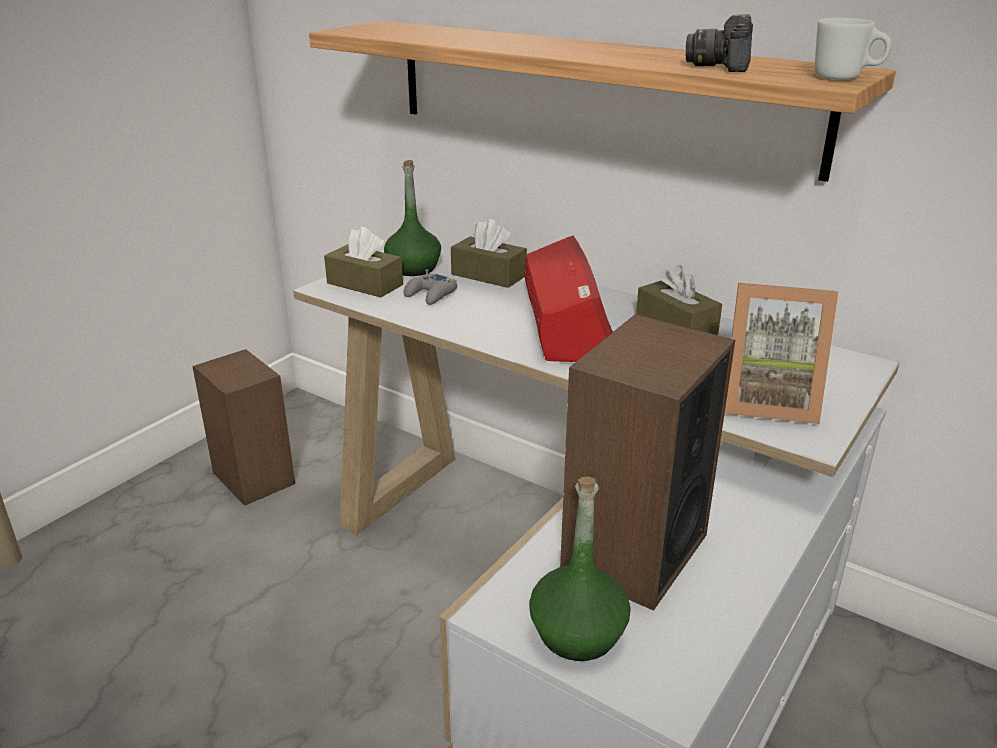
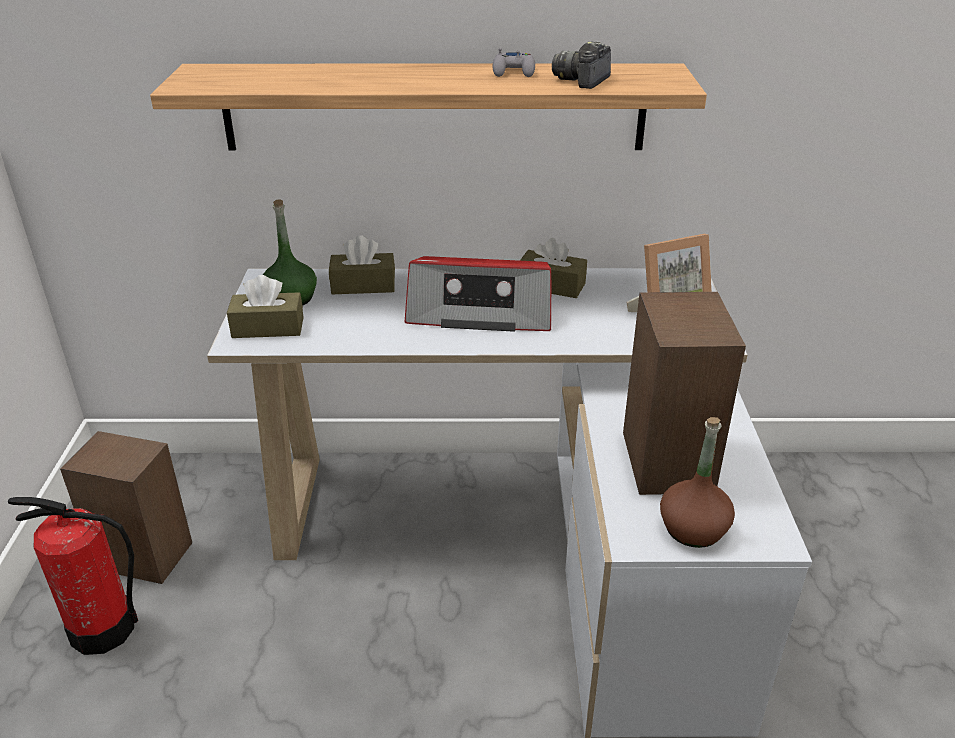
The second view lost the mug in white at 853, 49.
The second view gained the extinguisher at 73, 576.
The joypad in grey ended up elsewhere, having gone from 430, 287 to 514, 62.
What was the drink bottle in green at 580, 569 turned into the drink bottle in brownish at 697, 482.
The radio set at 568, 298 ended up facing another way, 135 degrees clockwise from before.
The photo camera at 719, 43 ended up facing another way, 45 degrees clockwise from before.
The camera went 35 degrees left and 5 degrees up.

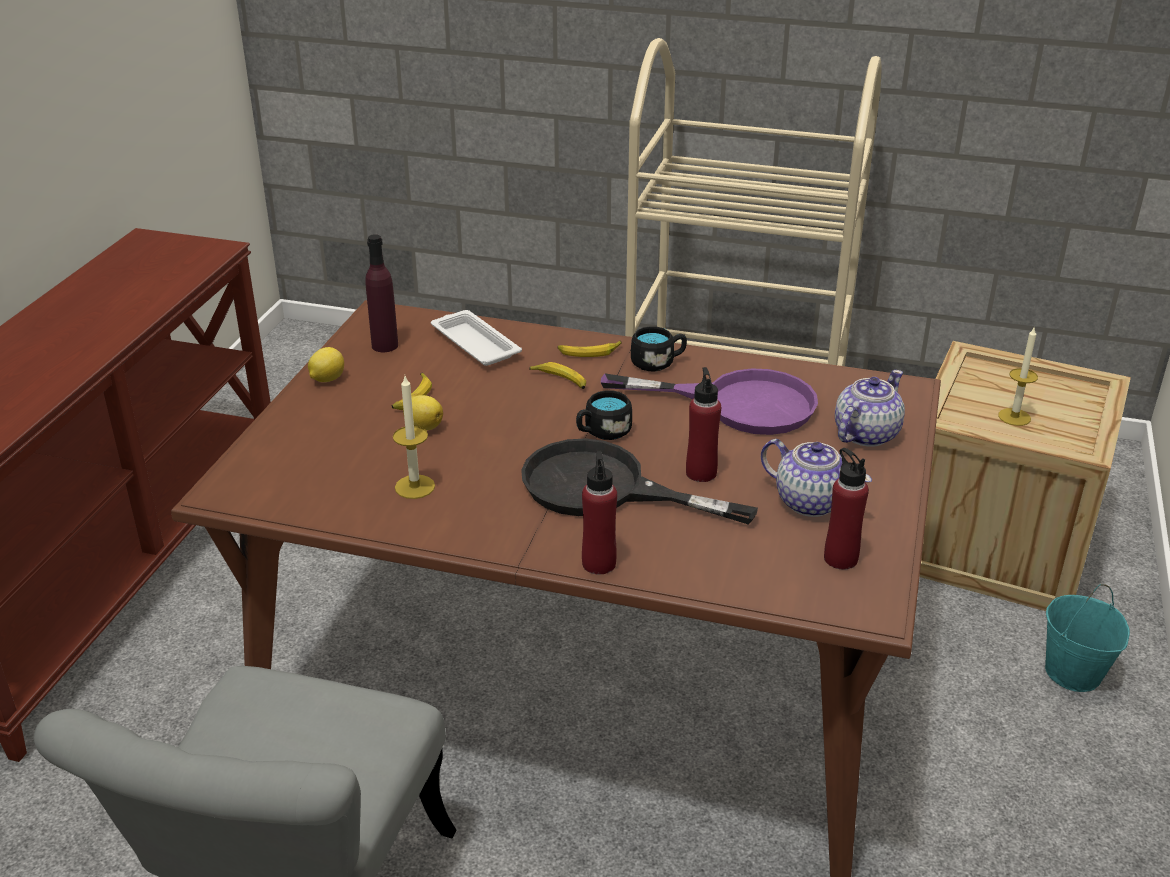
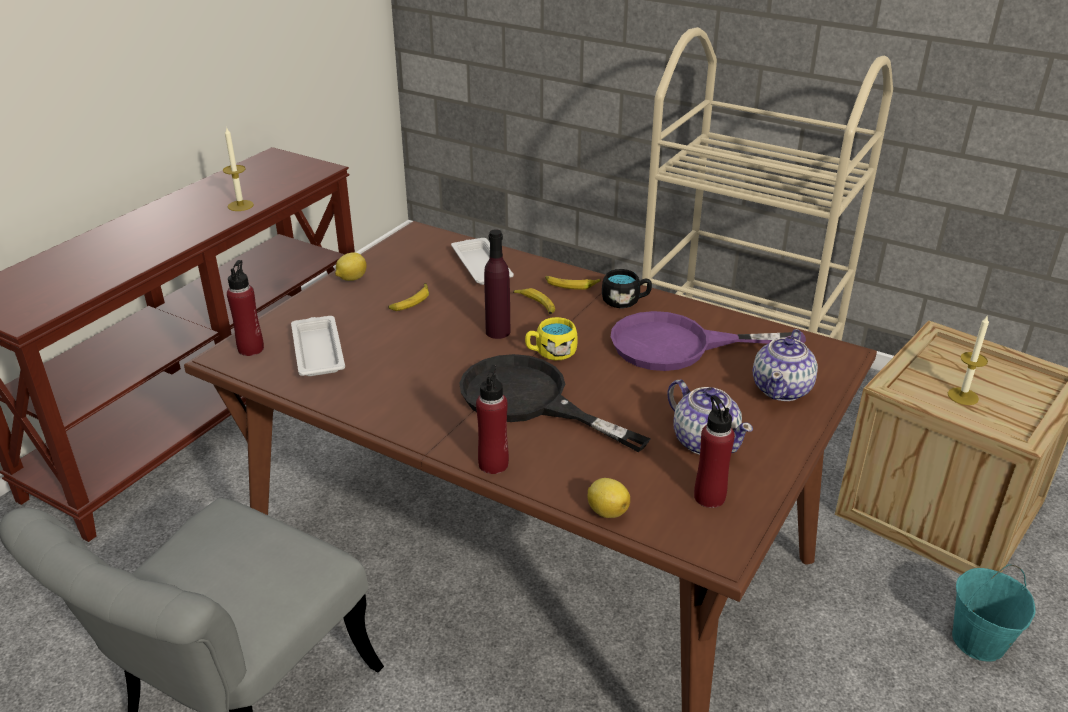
The second view gained the tray in white at 318, 346.
The drink bottle in purple ended up elsewhere, having gone from 381, 293 to 497, 284.
The candle ended up elsewhere, having gone from 414, 437 to 238, 168.
The citrus fruit ended up elsewhere, having gone from 423, 413 to 609, 498.
The drink bottle in red ended up elsewhere, having gone from 703, 424 to 245, 308.
What was the mug in blackish at 604, 415 turned into the mug in yellow-coloured at 551, 338.
The skillet in purple at 709, 401 ended up facing another way, 150 degrees clockwise from before.
The teapot at 870, 408 ended up facing another way, 150 degrees clockwise from before.
The camera went 15 degrees right and 0 degrees up.

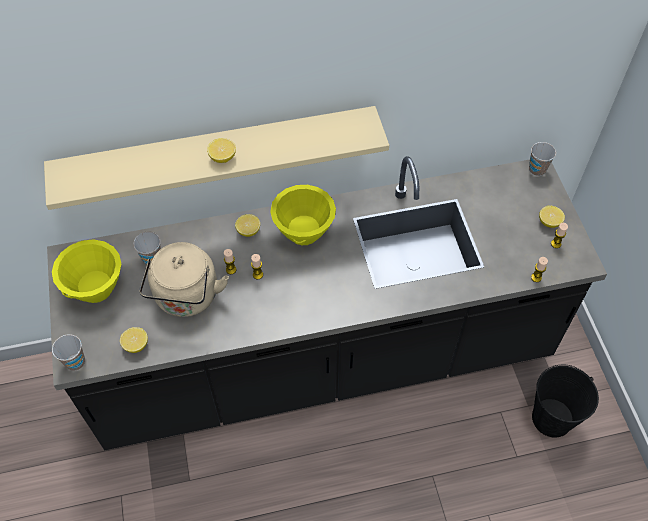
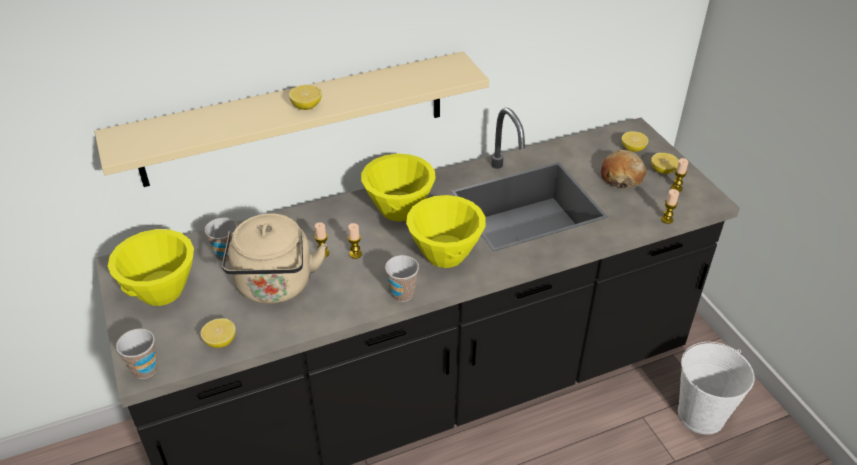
The second view gained the serving bowl in yellow-coloured at 446, 231.
The second view gained the baked bread at 623, 169.
The citrus fruit ended up elsewhere, having gone from 247, 225 to 635, 141.
The cup ended up elsewhere, having gone from 542, 159 to 402, 278.
What was the bucket in blackish at 565, 401 turned into the bucket in white at 716, 388.
The camera went 10 degrees left and 15 degrees down.

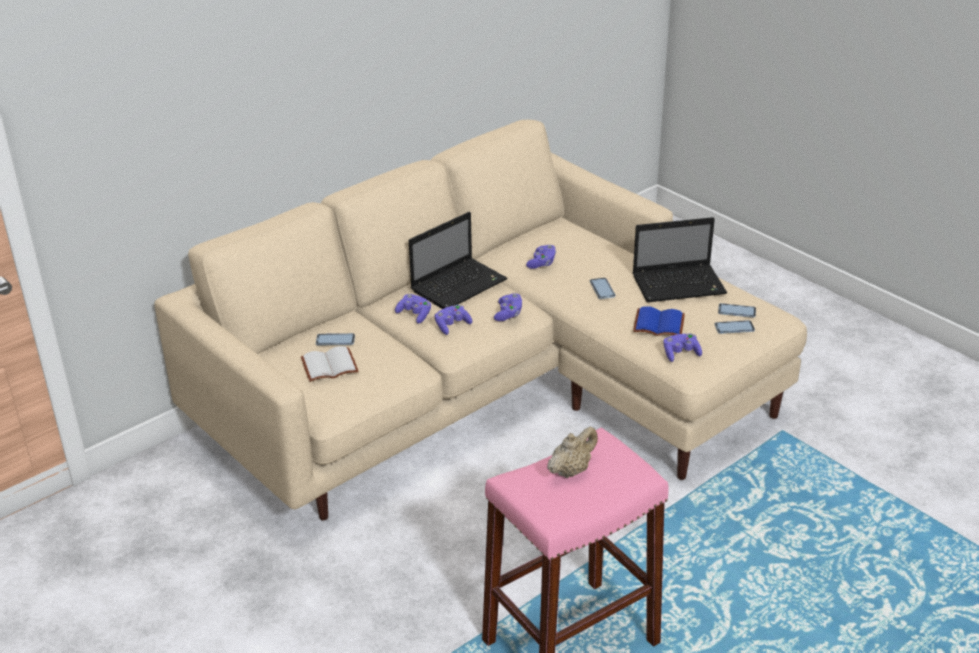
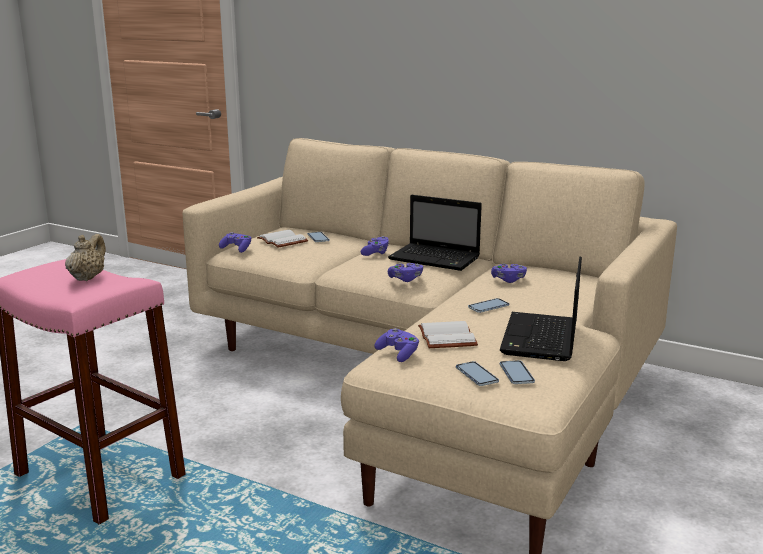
The joypad in purple ended up elsewhere, having gone from 453, 320 to 235, 242.
What was the bound book in bluish at 659, 321 turned into the bound book in white at 448, 334.
The teapot in beige-coloured at 572, 452 ended up facing another way, 105 degrees counterclockwise from before.
The portable computer at 680, 259 ended up facing another way, 45 degrees clockwise from before.
The camera went 70 degrees right and 15 degrees down.

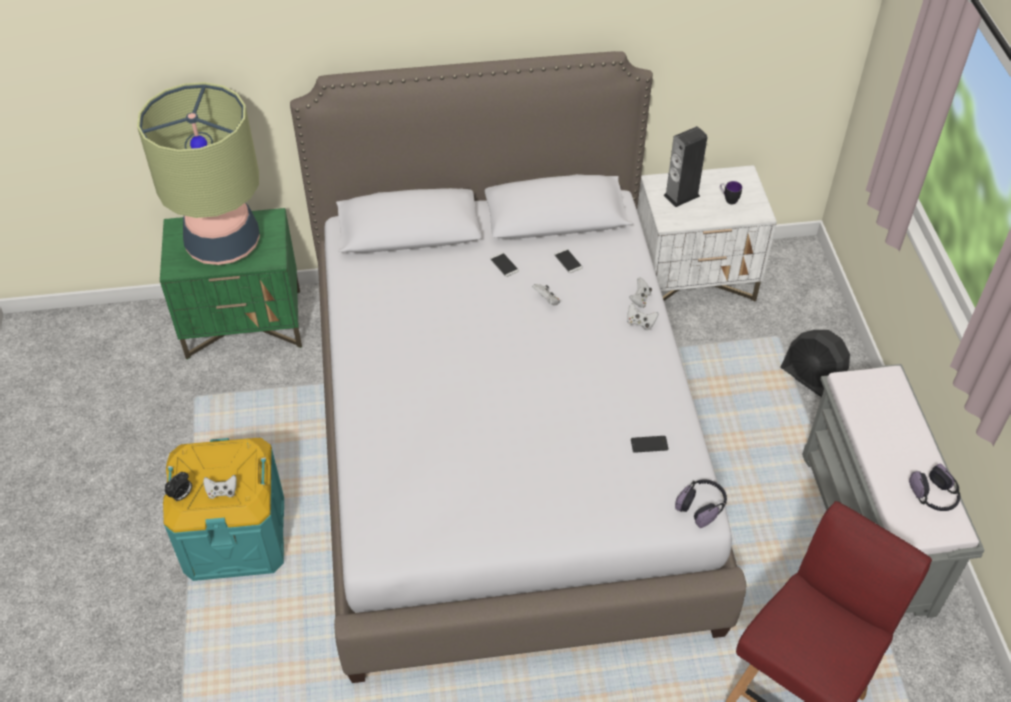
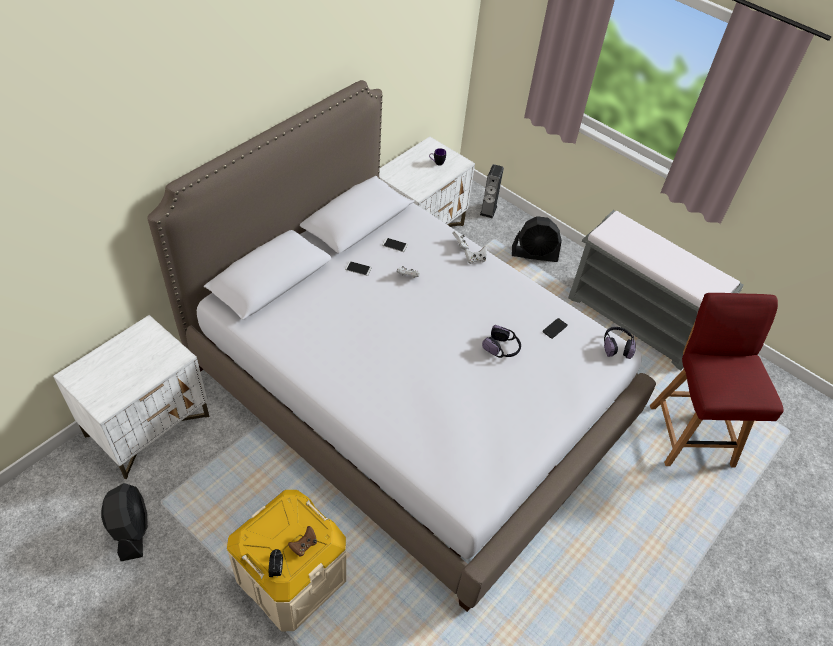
The second view lost the tabletop lamp at 198, 173.
The second view gained the fan in blackish at 124, 522.
The speaker ended up elsewhere, having gone from 685, 166 to 492, 191.
The pair of headphones ended up elsewhere, having gone from 934, 487 to 501, 341.
What was the nightstand in green at 231, 283 turned into the nightstand in white at 131, 397.
What was the storage bin in turquoise-coloured at 223, 509 turned into the storage bin in beige-coloured at 286, 560.
What was the joypad in white at 220, 487 turned into the joypad in brownish at 302, 541.
The camera went 45 degrees left and 0 degrees up.

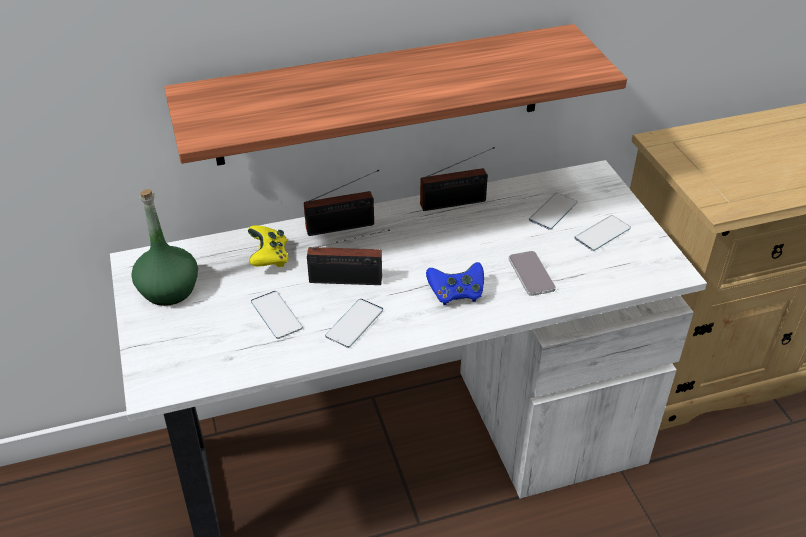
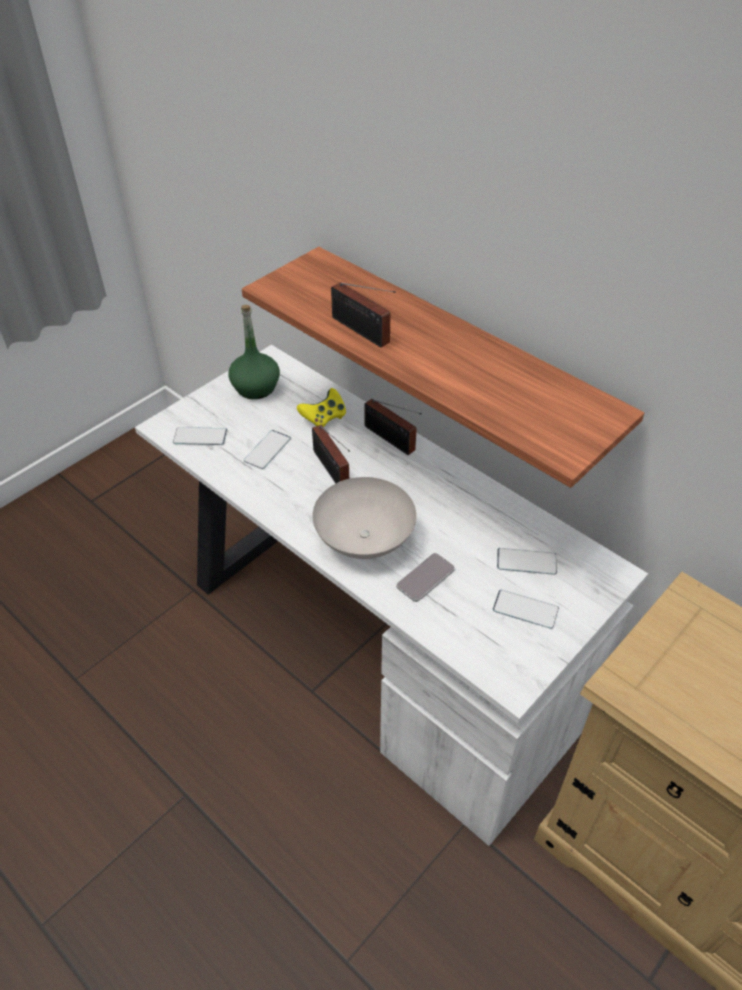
The phone ended up elsewhere, having gone from 354, 323 to 200, 436.
The radio set ended up elsewhere, having gone from 457, 179 to 363, 314.
Where the joypad in bluish stood at 455, 283, the serving bowl in white came to stand at 364, 518.
The camera went 60 degrees right and 5 degrees up.

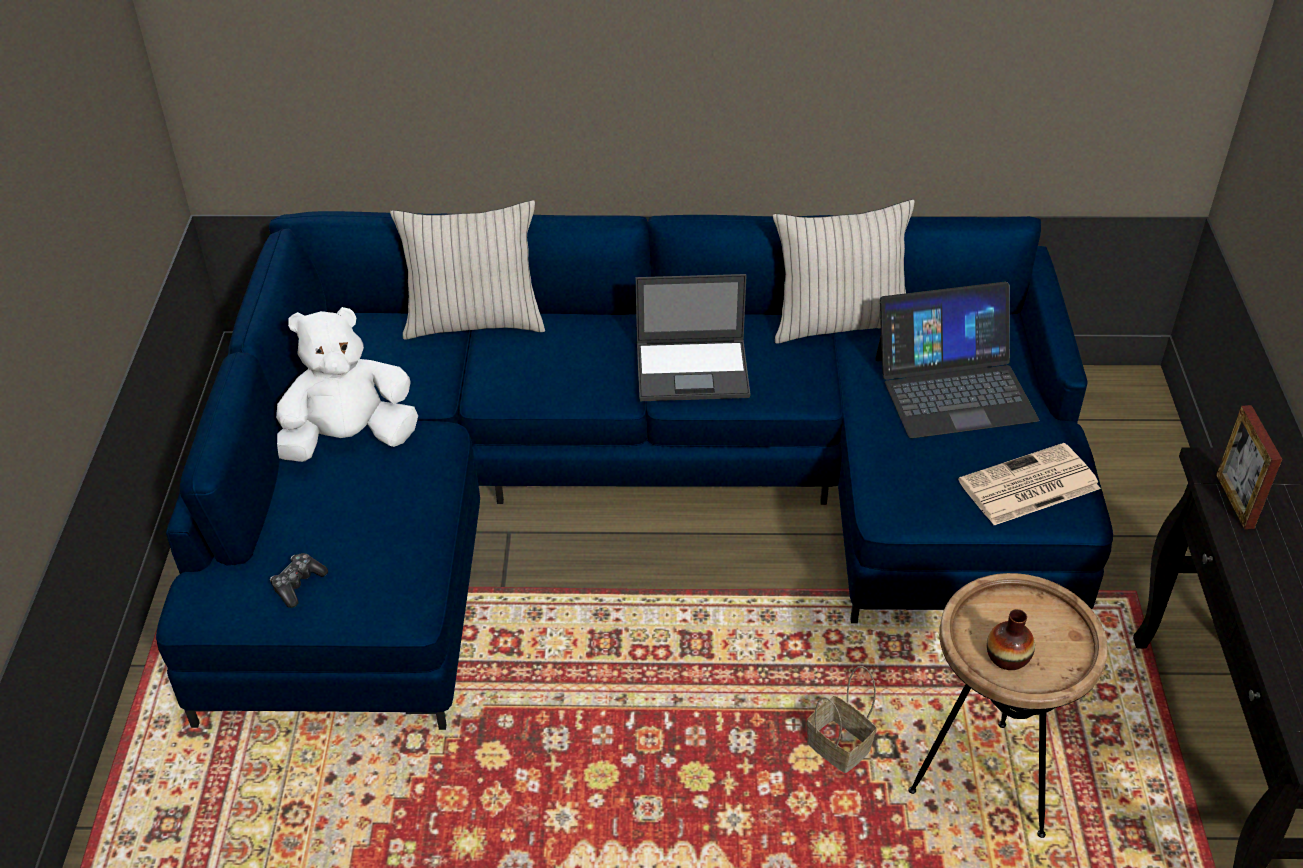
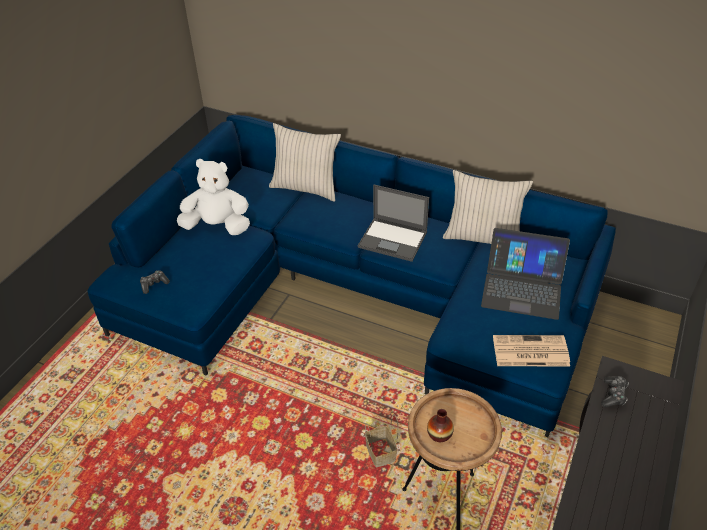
Where the standing frame stood at 1249, 467, the joypad came to stand at 615, 391.
The camera went 25 degrees right and 0 degrees up.

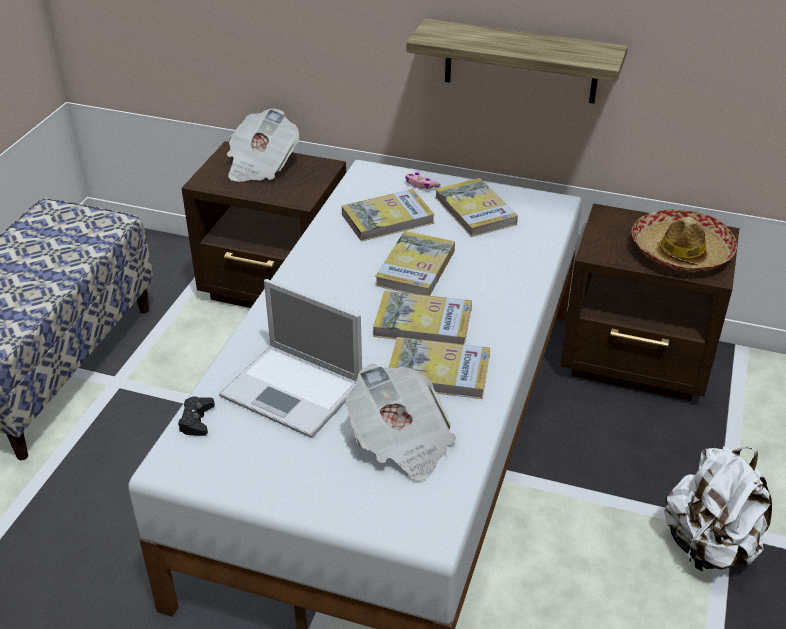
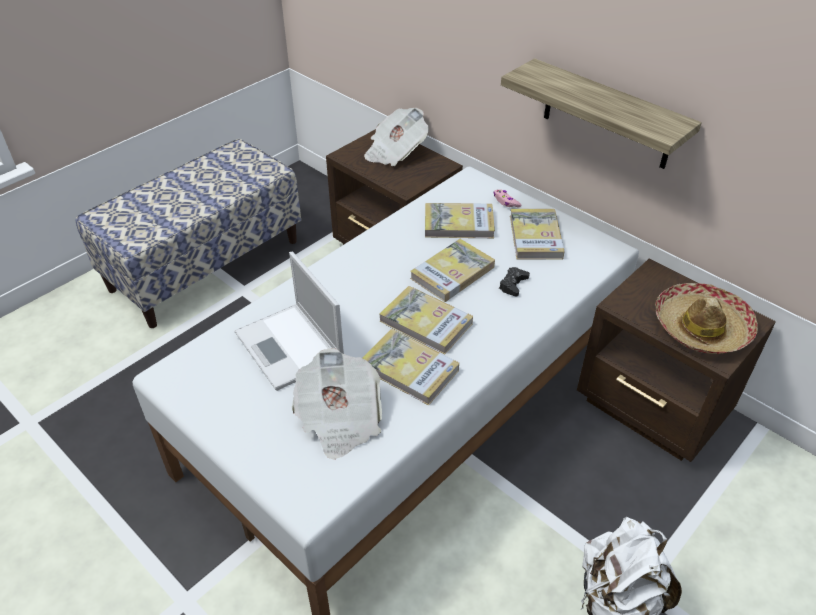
The joypad in blackish ended up elsewhere, having gone from 196, 416 to 514, 281.
The camera went 25 degrees right and 5 degrees up.

